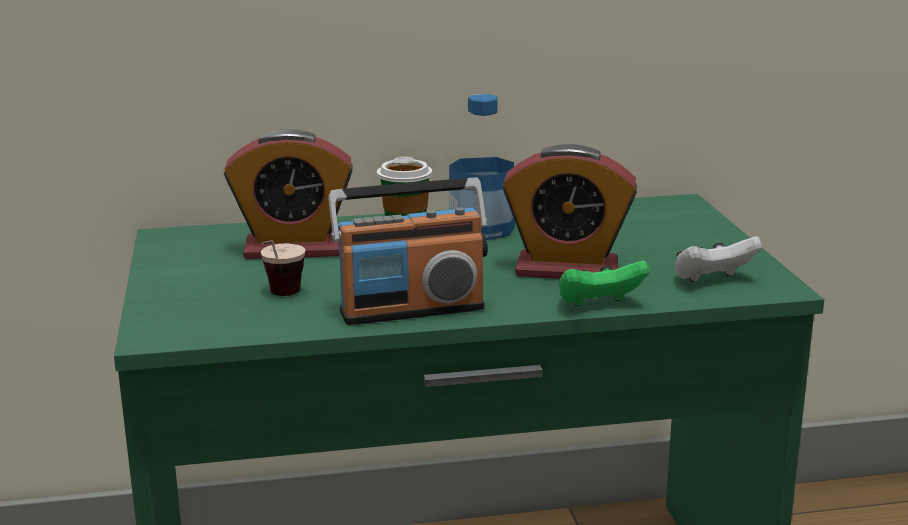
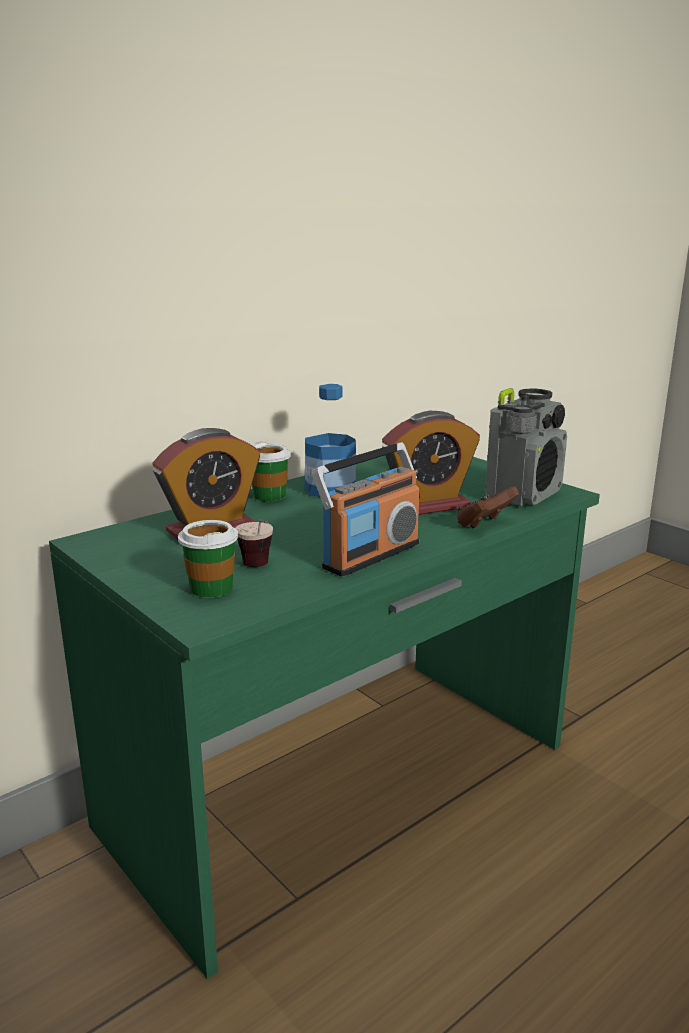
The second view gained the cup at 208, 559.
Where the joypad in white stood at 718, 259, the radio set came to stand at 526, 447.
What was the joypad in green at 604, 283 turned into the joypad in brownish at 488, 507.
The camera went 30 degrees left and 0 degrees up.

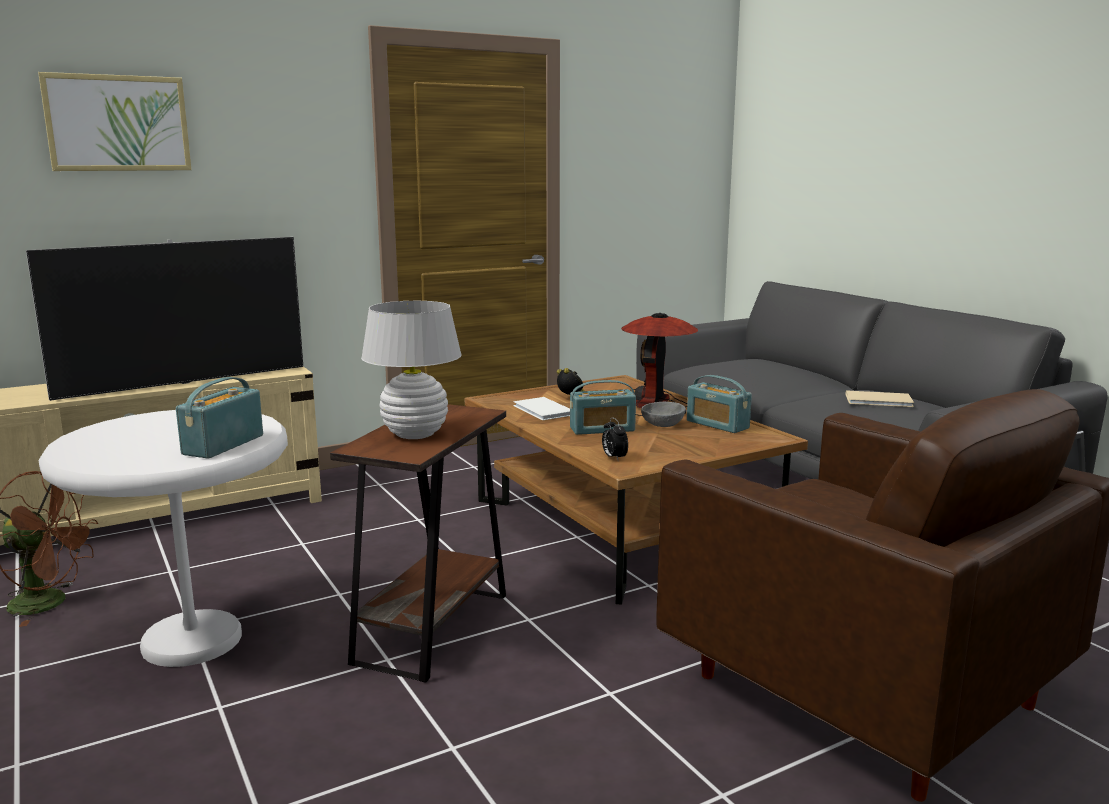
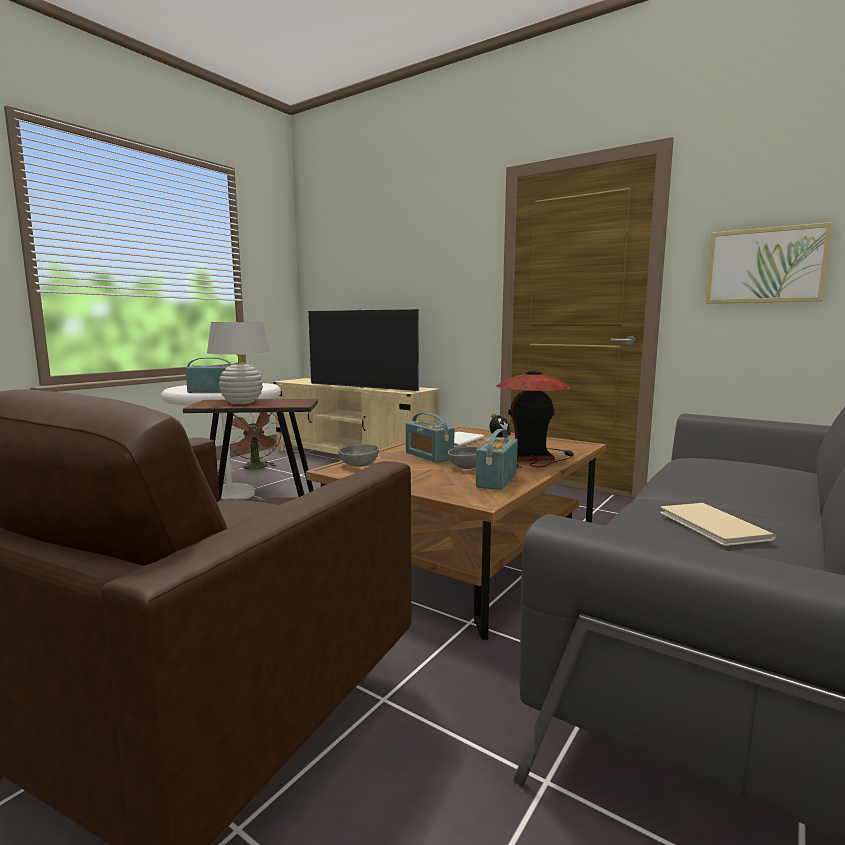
The picture ended up elsewhere, having gone from 115, 121 to 769, 263.
Where the alarm clock stood at 615, 438, the serving bowl in grey came to stand at 358, 455.
The camera went 65 degrees right and 5 degrees down.

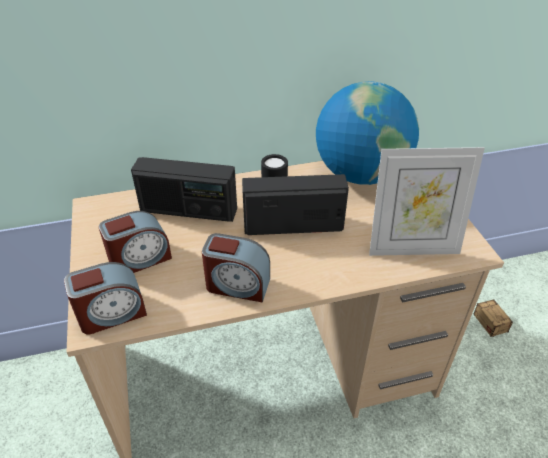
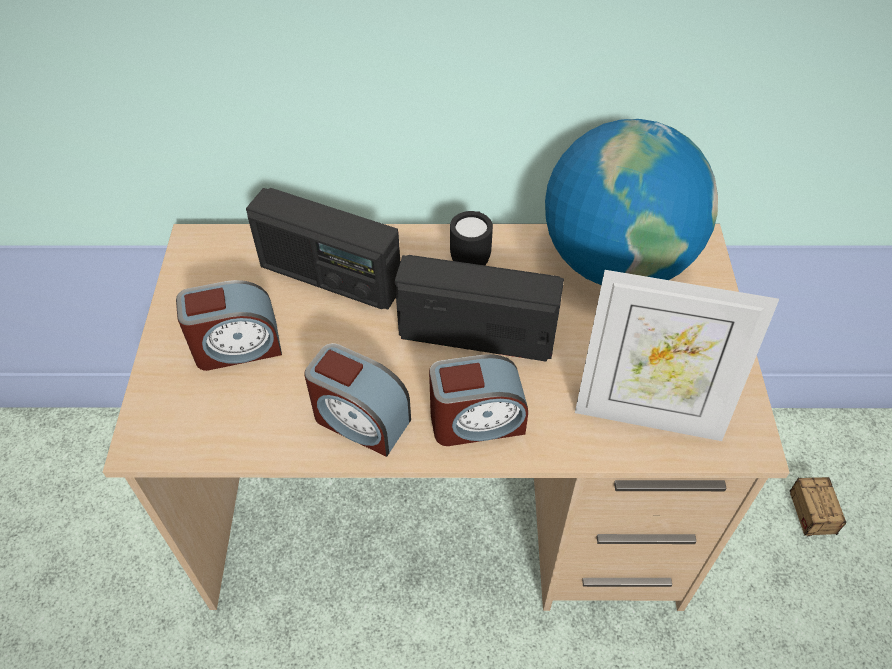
The alarm clock ended up elsewhere, having gone from 105, 298 to 478, 400.
The camera went 15 degrees right and 10 degrees up.

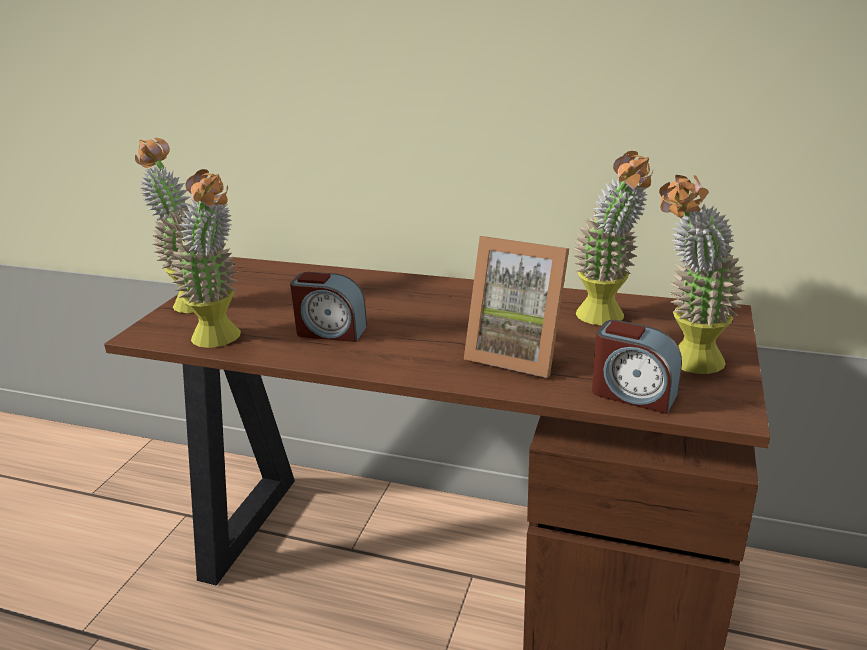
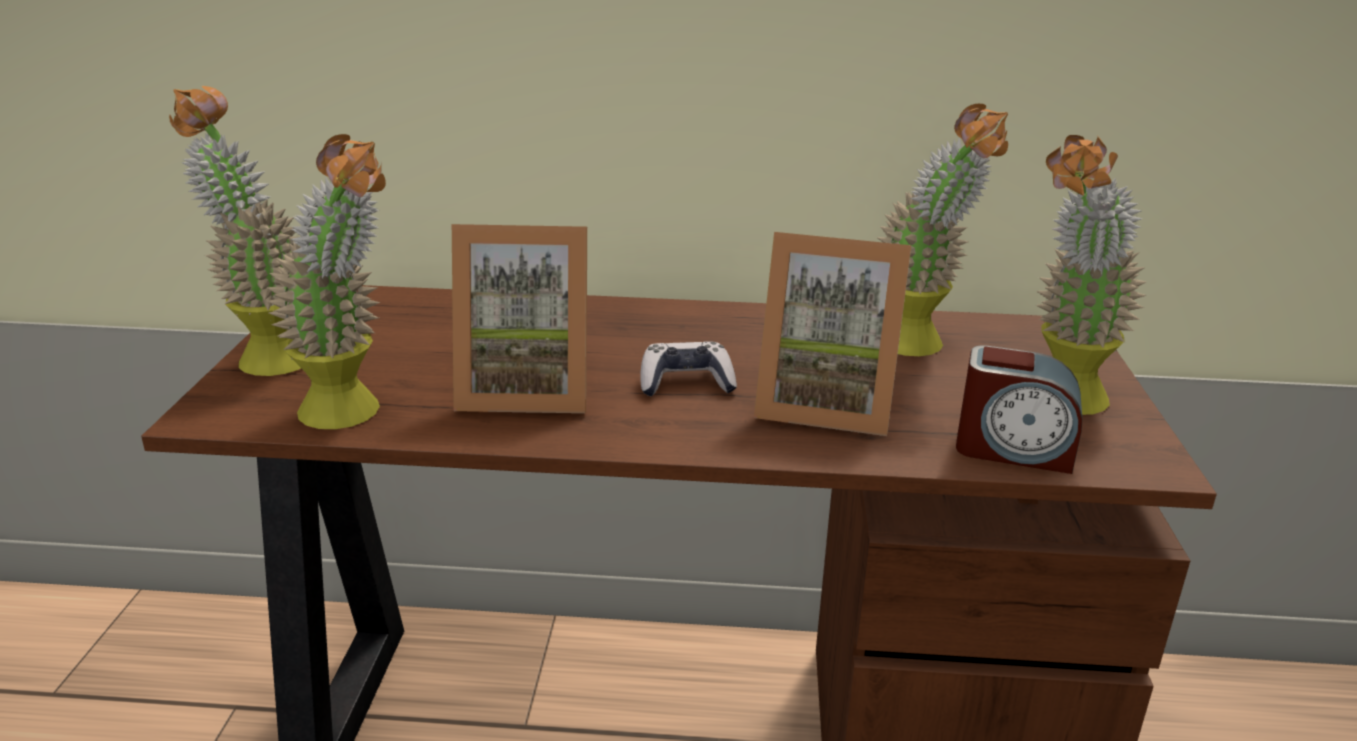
The second view gained the joypad at 688, 368.
Where the alarm clock stood at 328, 307, the standing frame came to stand at 519, 318.
The camera went 15 degrees left and 0 degrees up.

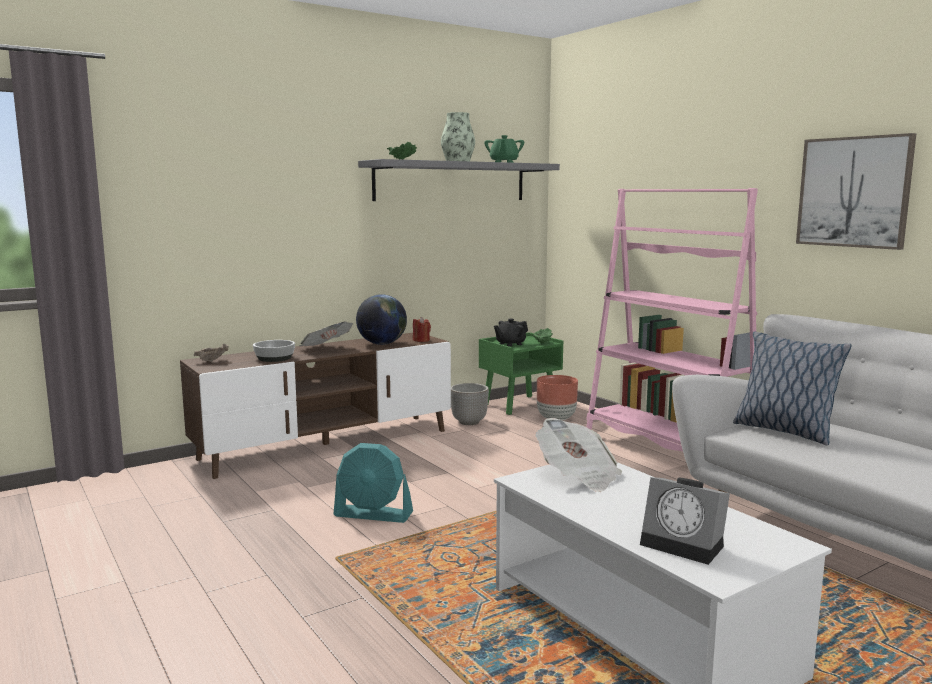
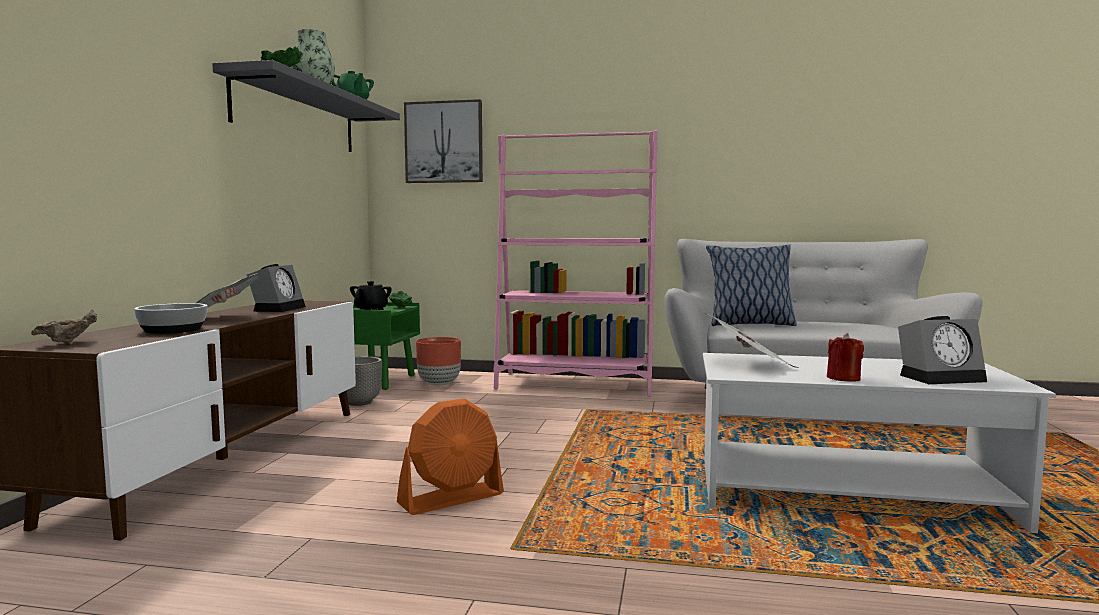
The candle in red ended up elsewhere, having gone from 422, 329 to 845, 357.
The picture ended up elsewhere, having gone from 856, 191 to 443, 141.
Where the world globe stood at 381, 319, the alarm clock came to stand at 276, 288.
What was the fan in turquoise-coloured at 373, 483 turned into the fan in orange-coloured at 450, 457.
The camera went 45 degrees left and 5 degrees down.

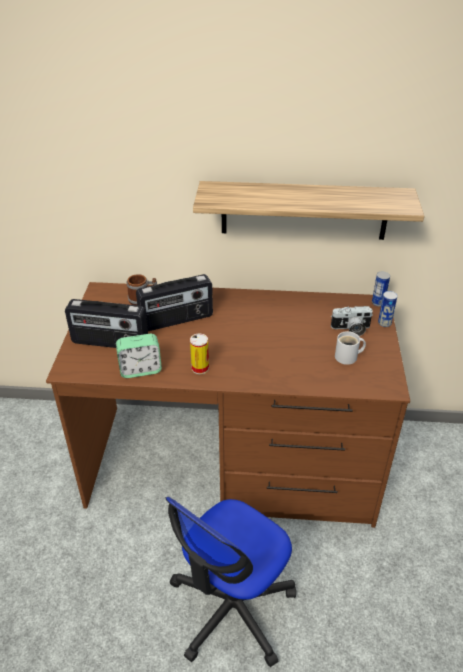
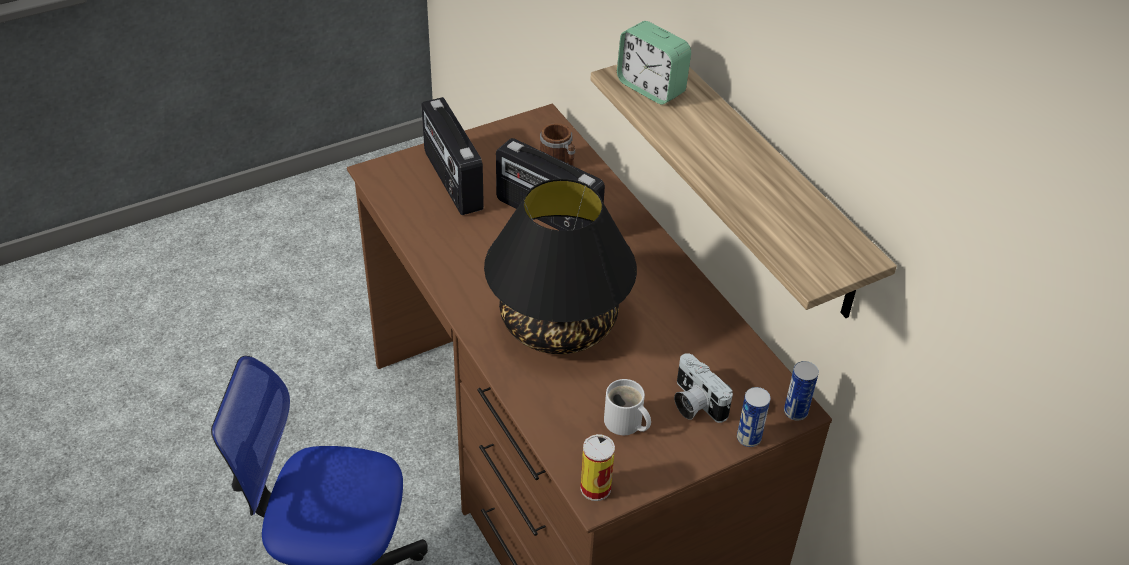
The second view gained the tabletop lamp in blackish at 560, 266.
The alarm clock ended up elsewhere, having gone from 139, 356 to 654, 62.
The can ended up elsewhere, having gone from 199, 353 to 597, 467.
The camera went 55 degrees right and 5 degrees up.

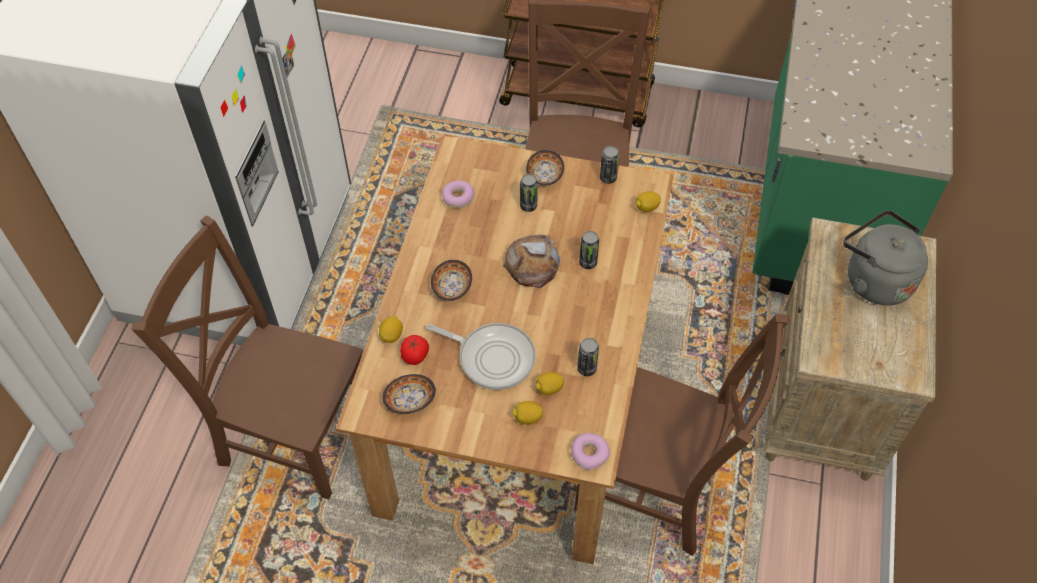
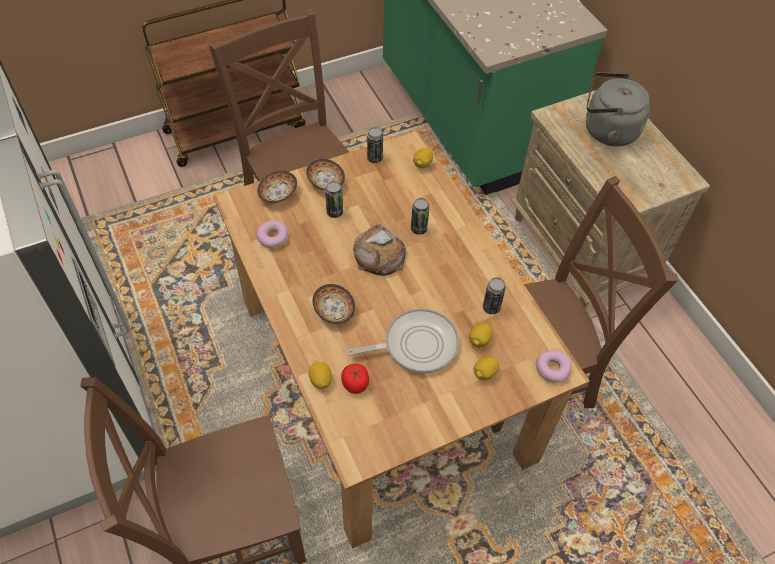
The serving bowl ended up elsewhere, having gone from 409, 394 to 277, 187.
The camera went 40 degrees left and 0 degrees up.

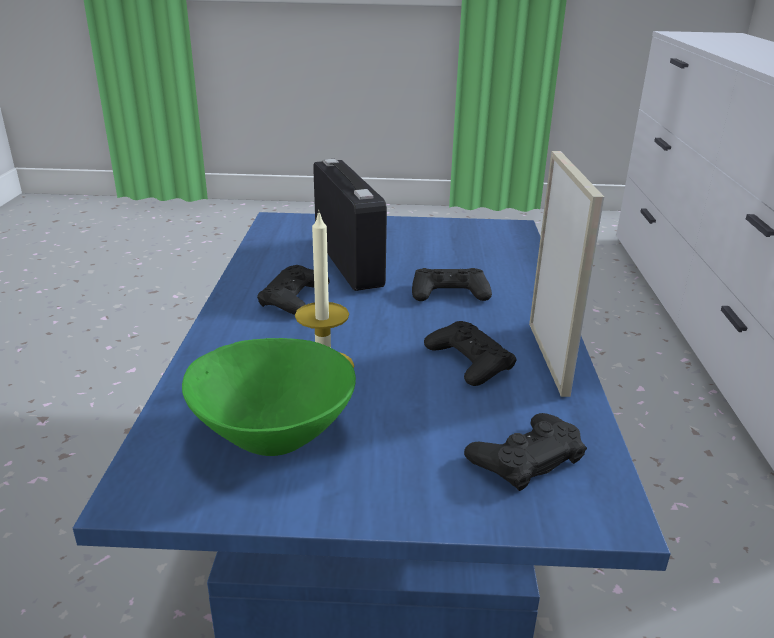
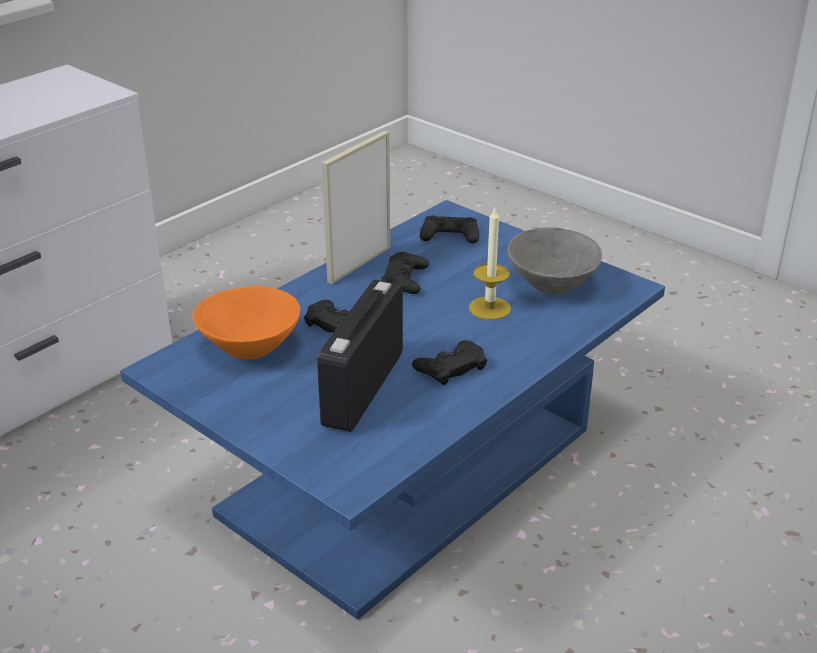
The second view gained the serving bowl in orange-coloured at 246, 322.
What was the serving bowl in green at 269, 397 turned into the serving bowl in grey at 554, 261.
The camera went 140 degrees left and 5 degrees up.

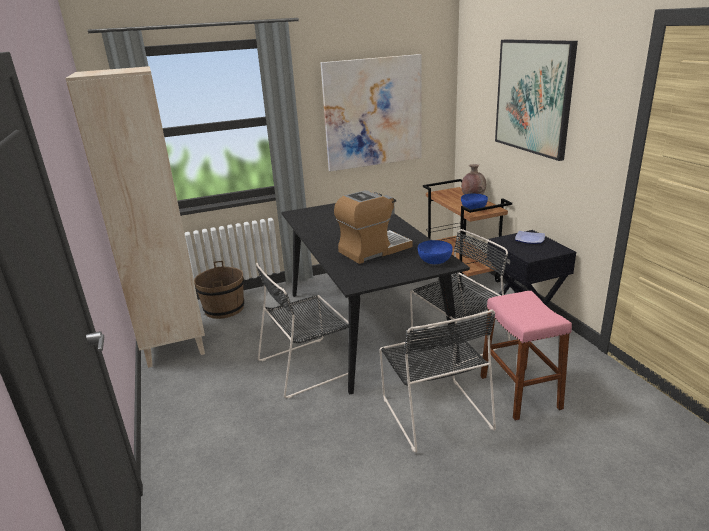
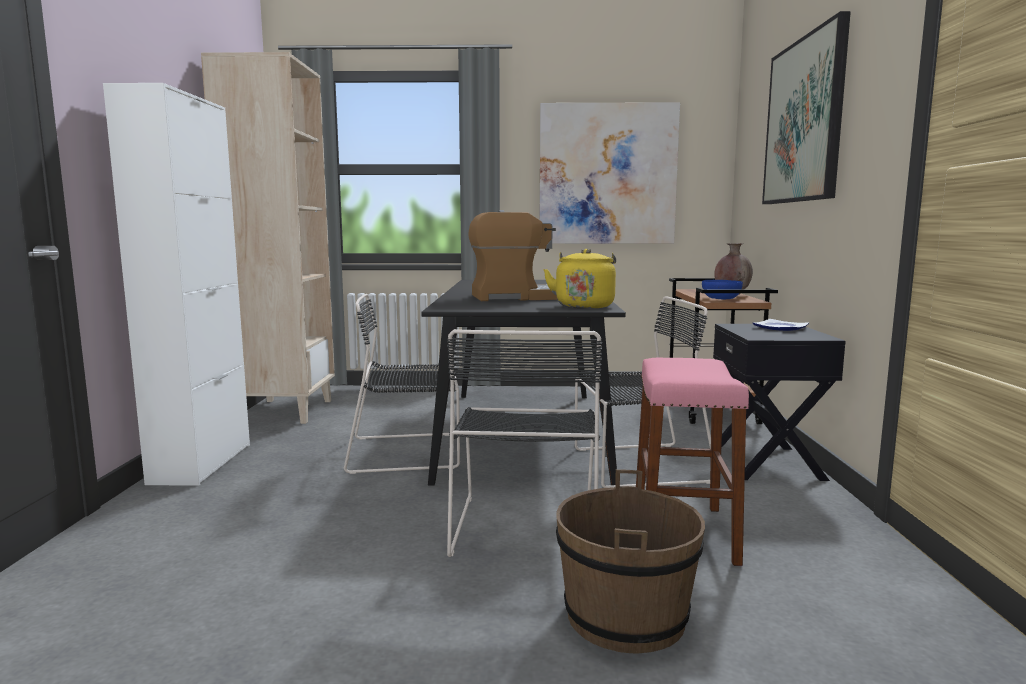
The second view gained the cabinet in white at 176, 284.
The bucket in brownish ended up elsewhere, having gone from 219, 290 to 630, 561.
Where the serving bowl in bluish stood at 435, 252, the tea kettle in yellow-coloured came to stand at 579, 279.
The camera went 20 degrees right and 15 degrees down.

